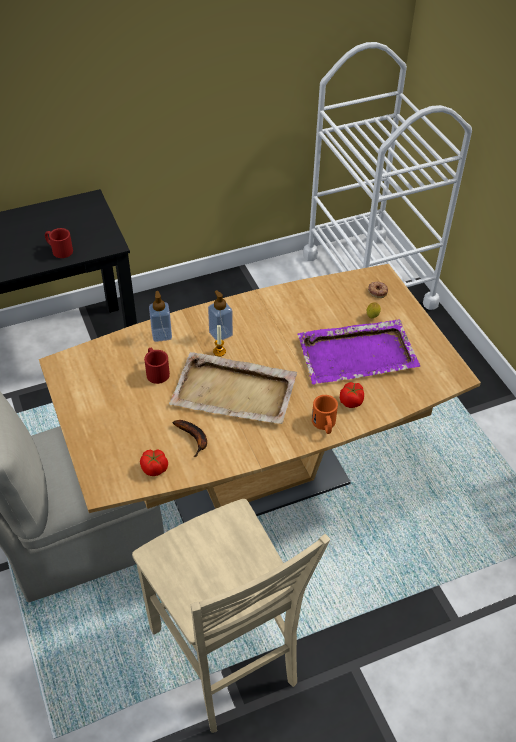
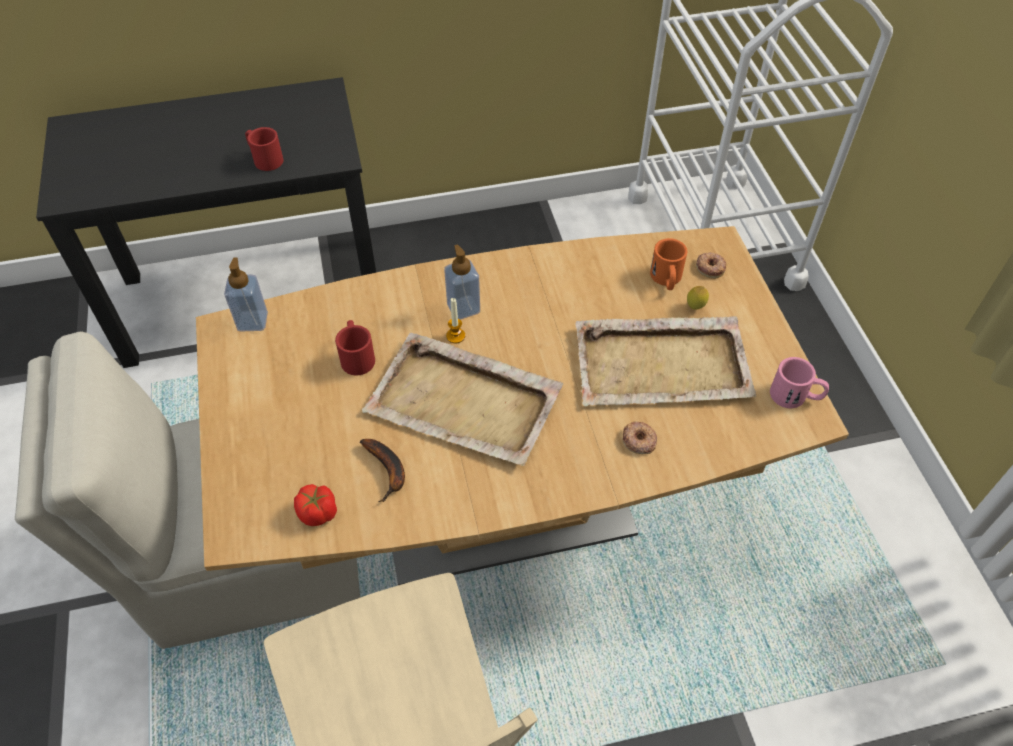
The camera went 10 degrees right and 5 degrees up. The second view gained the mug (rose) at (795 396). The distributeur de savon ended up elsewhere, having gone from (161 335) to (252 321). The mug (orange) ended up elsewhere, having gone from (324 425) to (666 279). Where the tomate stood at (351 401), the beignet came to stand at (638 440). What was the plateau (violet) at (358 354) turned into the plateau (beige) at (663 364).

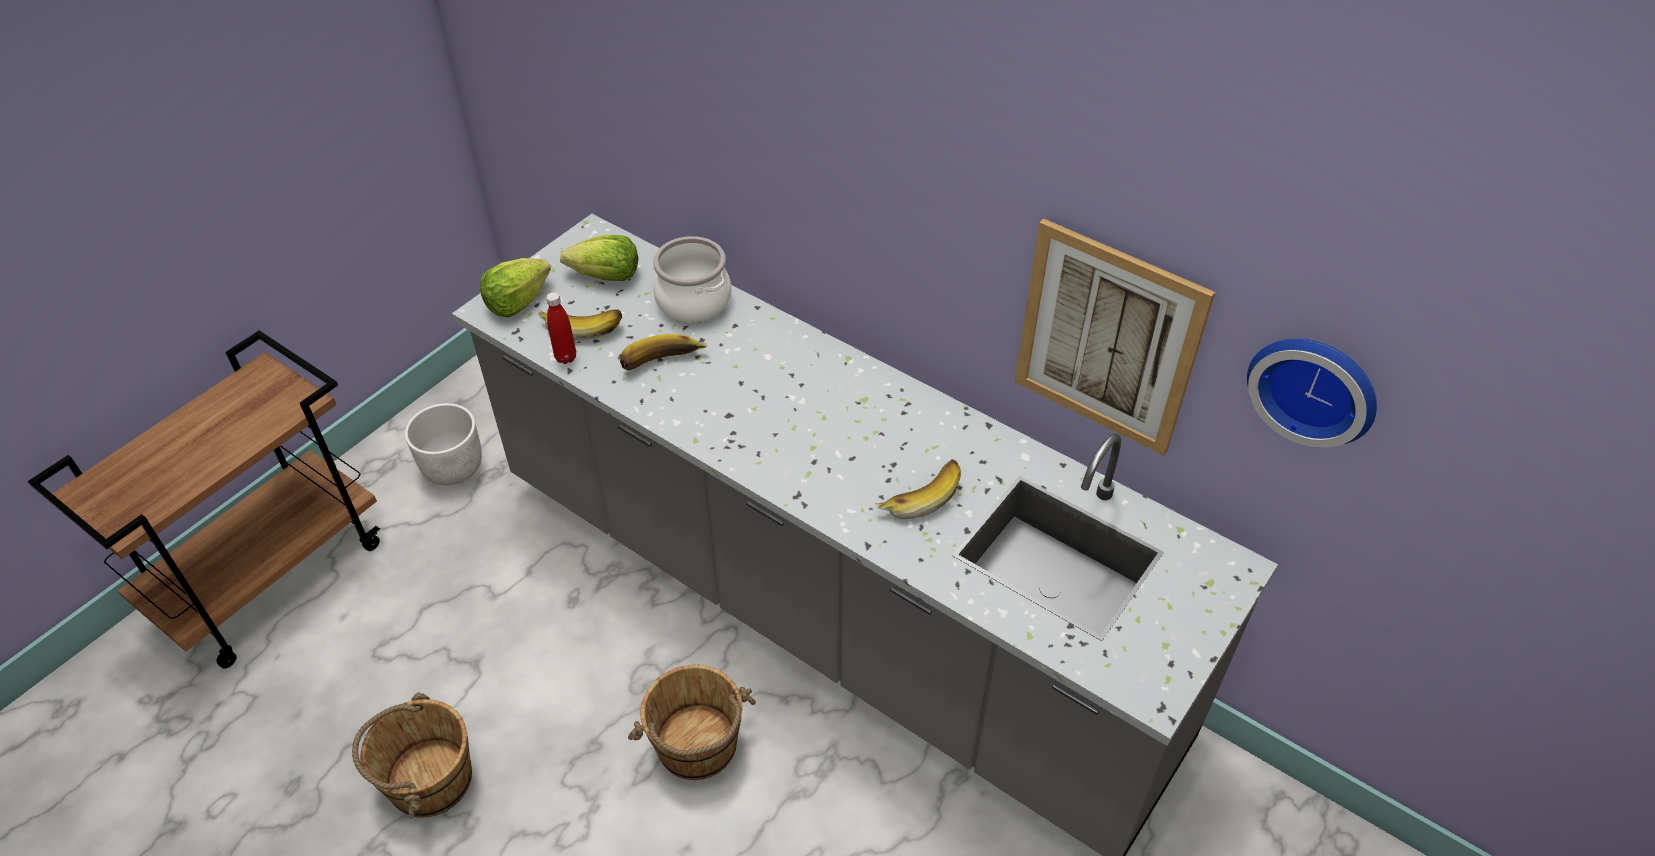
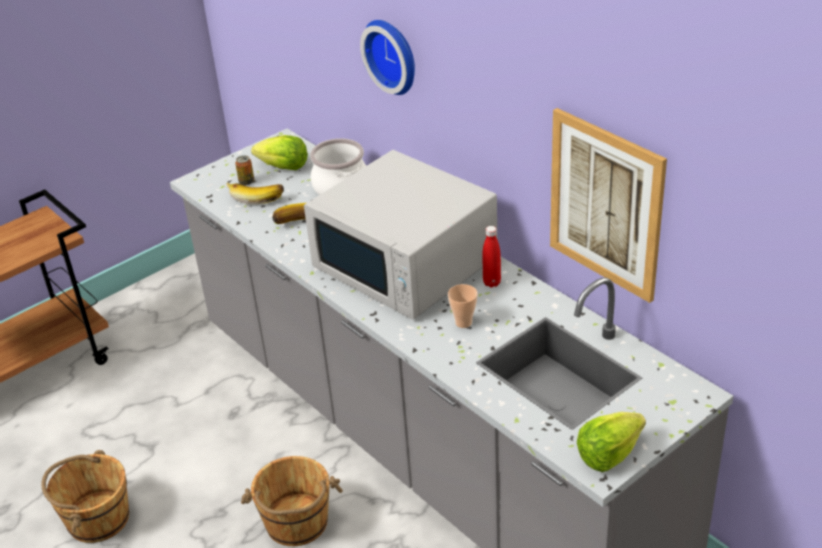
The camera went 15 degrees right and 10 degrees down. The second view lost the cache-pot (blanc) at (453 466). The second view gained the boîte métallique at (246 182). The second view gained the micro-ondes (blanc) at (405 264). The laitue ended up elsewhere, having gone from (517 302) to (608 454). The bouteille (rouge) ended up elsewhere, having gone from (566 357) to (492 283). The horloge murale ended up elsewhere, having gone from (1314 386) to (393 55). Where the banane stood at (918 496), the tasse came to stand at (463 322).

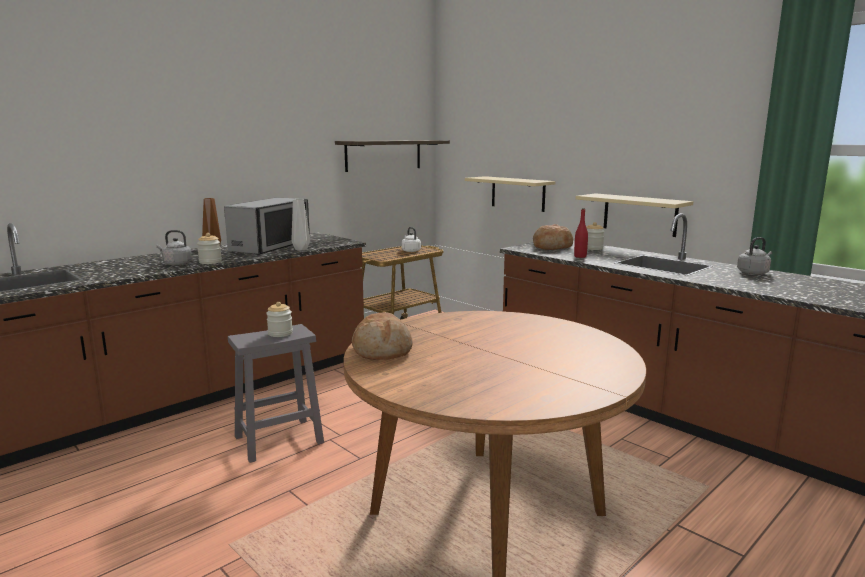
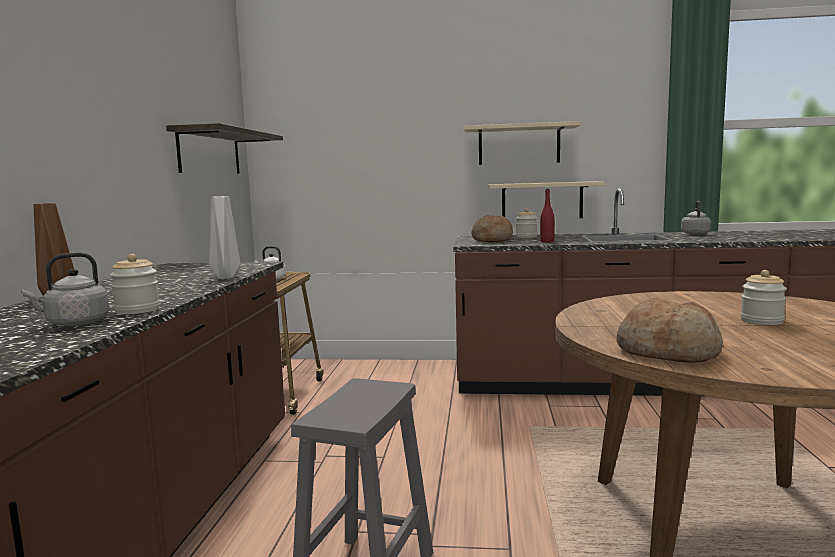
The camera went 40 degrees left and 5 degrees down. The second view lost the micro-ondes at (271 246). The bocal ended up elsewhere, having gone from (280 333) to (761 321). The étagère (beige) ended up elsewhere, having gone from (518 193) to (519 145).

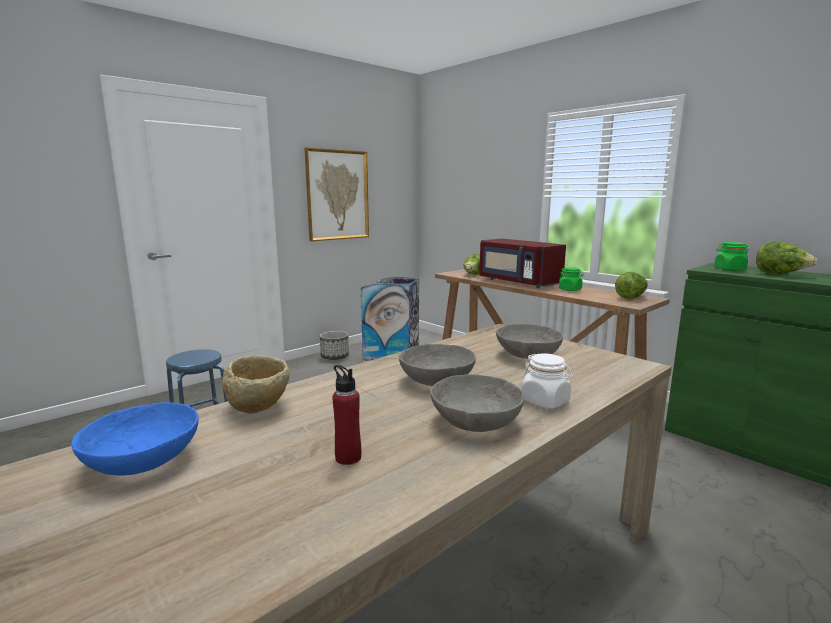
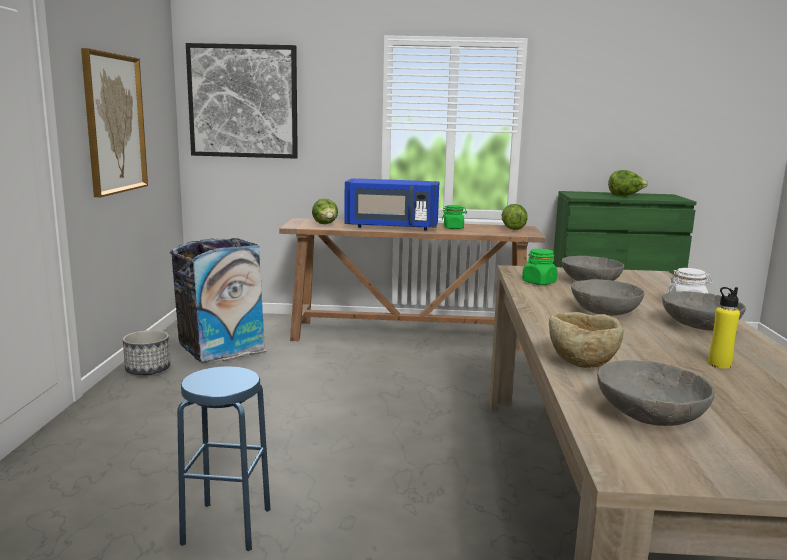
The camera went 45 degrees left and 0 degrees up. The second view gained the tableau at (243 101). The bocal (vert) ended up elsewhere, having gone from (729 269) to (539 282). What was the bol (bleu) at (144 461) turned into the bol (gris) at (650 415). What was the bouteille (rouge) at (348 457) turned into the bouteille (jaune) at (719 364). What was the micro-ondes (rouge) at (517 282) turned into the micro-ondes (bleu) at (391 227).

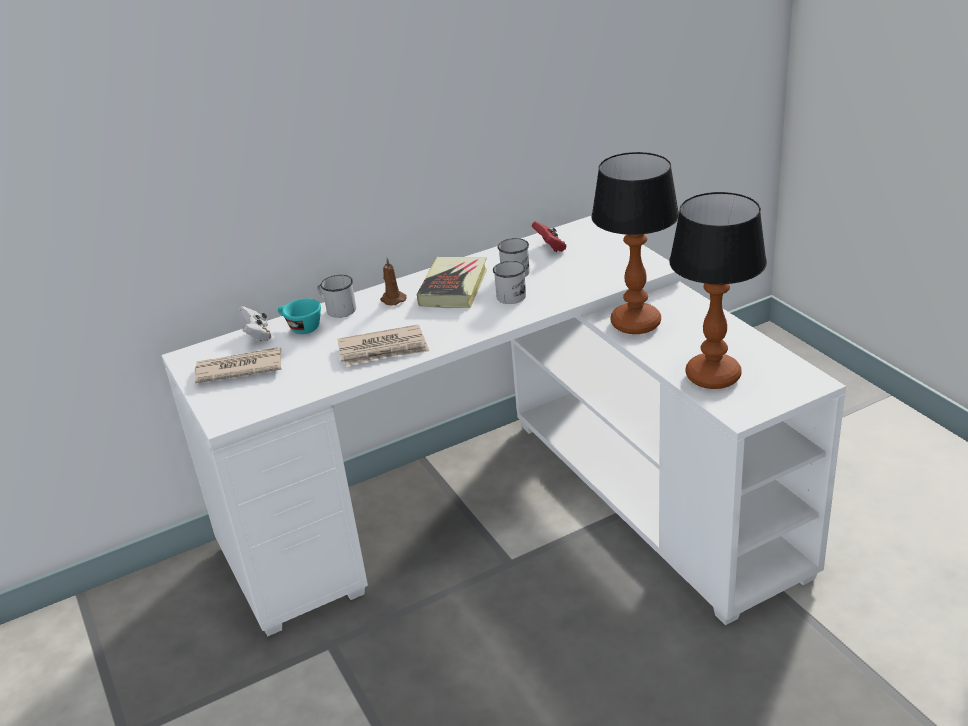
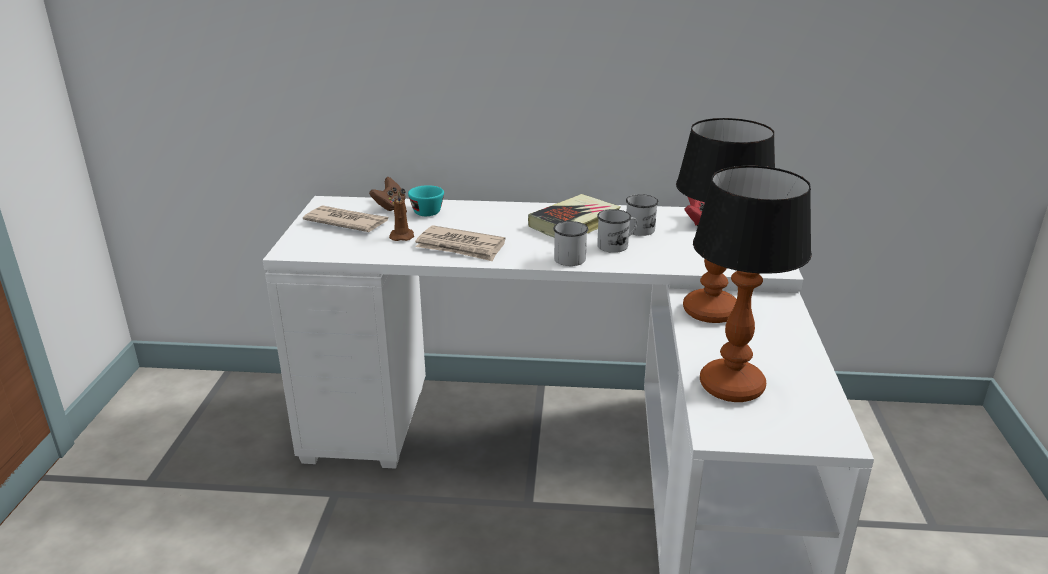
The camera went 30 degrees right and 5 degrees down. The mug (blanc) ended up elsewhere, having gone from (337 309) to (567 257). The bougie (marron) ended up elsewhere, having gone from (392 299) to (402 236). What was the manette (blanc) at (257 335) turned into the manette (marron) at (389 205).

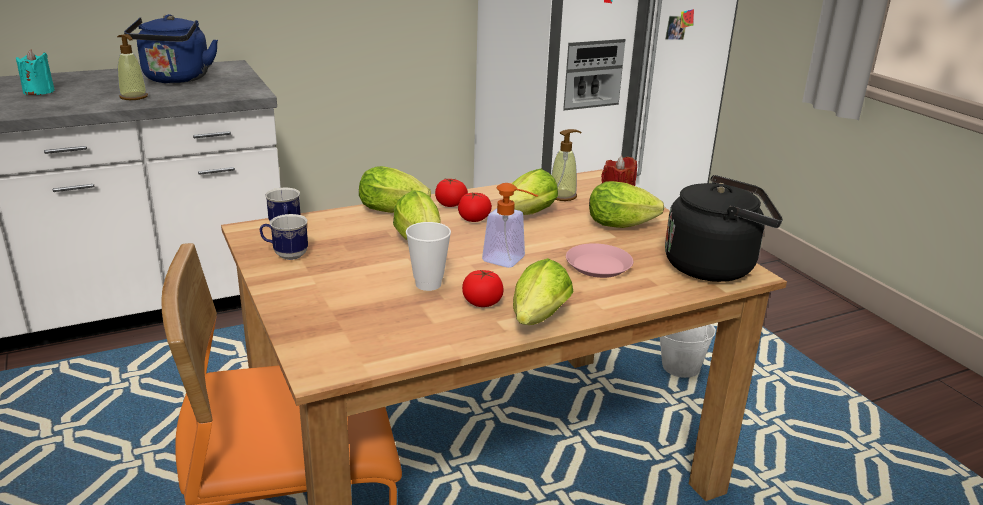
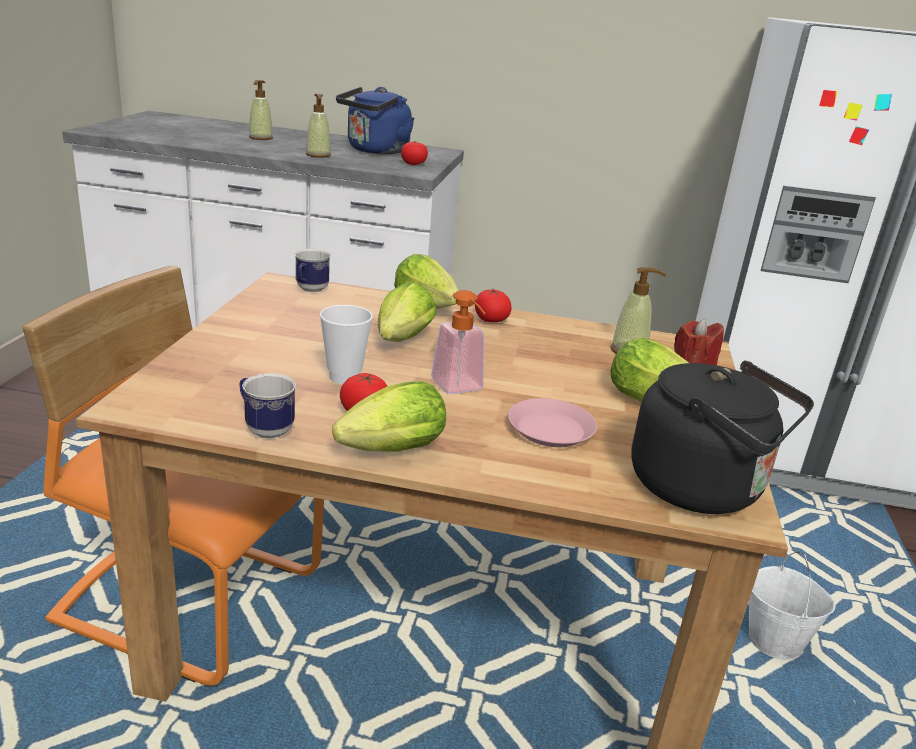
The camera went 35 degrees right and 0 degrees up. The second view lost the laitue at (526 216). The mug ended up elsewhere, having gone from (285 255) to (264 428). The tomate ended up elsewhere, having gone from (474 219) to (413 164). Where the bougie (turquoise) stood at (39 92), the distributeur de savon came to stand at (261 138).

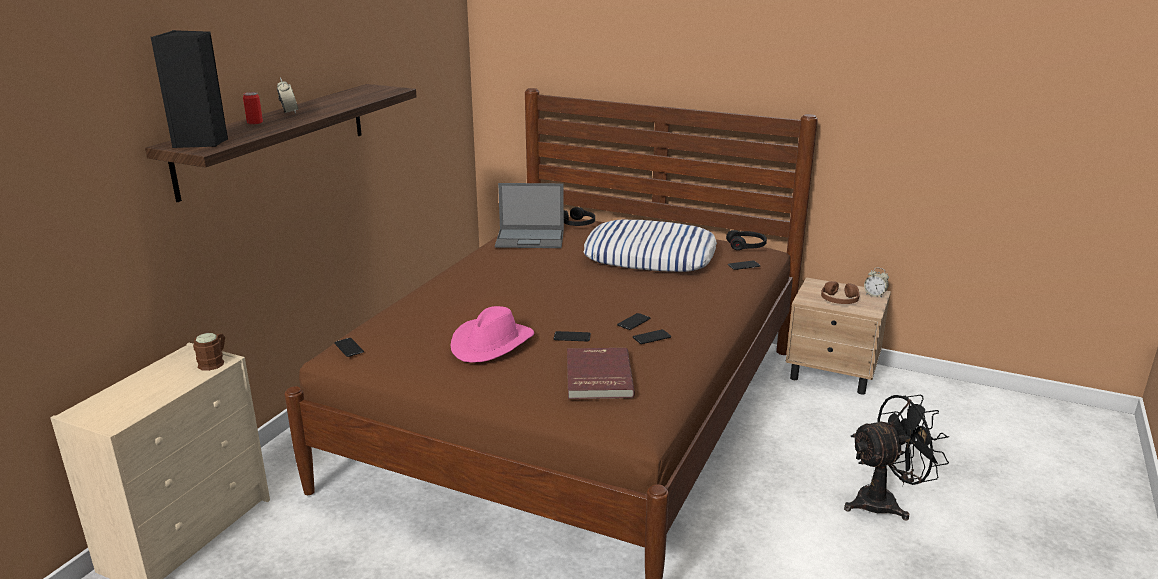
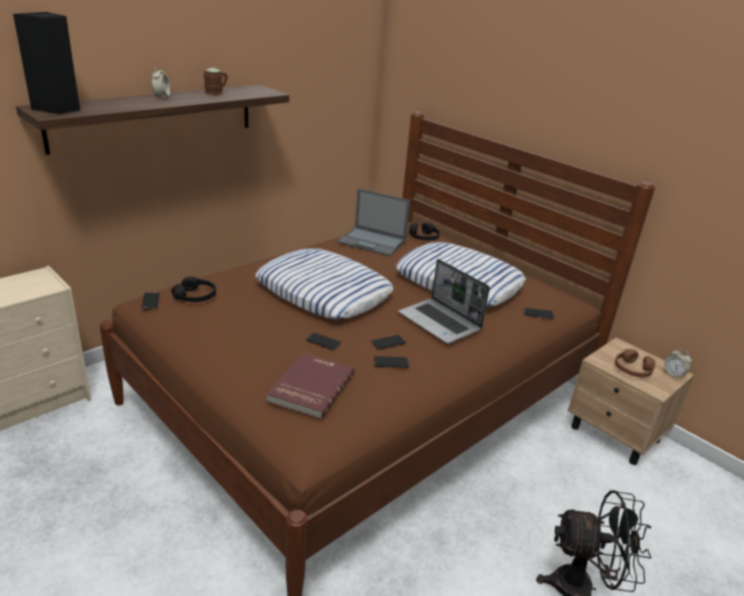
The camera went 20 degrees right and 5 degrees up. The second view lost the boîte métallique at (255 122). The second view lost the chapeau (rose) at (492 344). The second view gained the coussin at (324 292). The second view gained the ordinateur portable at (440 322). The mug (marron) ended up elsewhere, having gone from (214 362) to (217 92). The casque audio (noir) ended up elsewhere, having gone from (746 246) to (195 296).

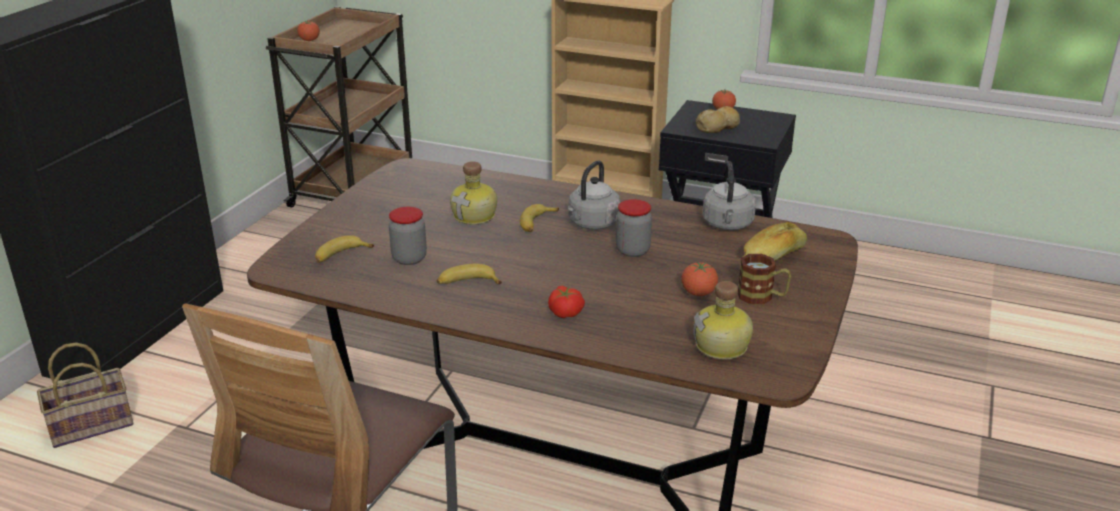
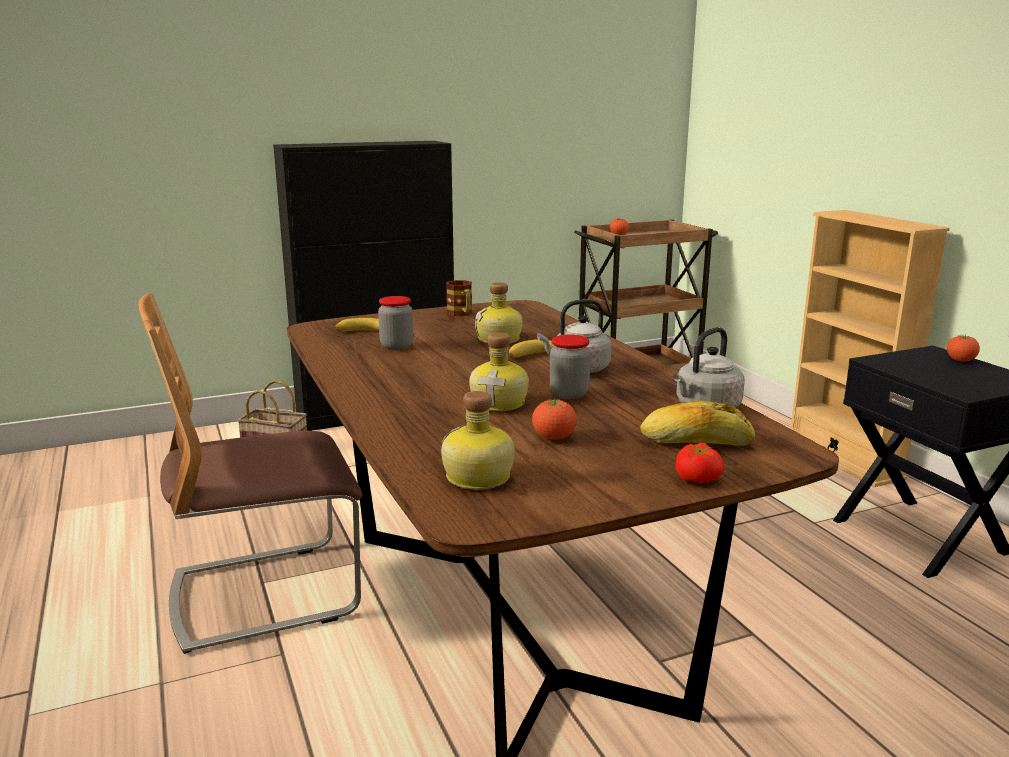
The camera went 45 degrees right and 10 degrees down. The second view lost the banane at (467 283). The second view lost the pain at (718 127). The second view gained the bouteille at (500 403). The tomate ended up elsewhere, having gone from (566 312) to (698 478). The mug ended up elsewhere, having gone from (762 297) to (461 314).

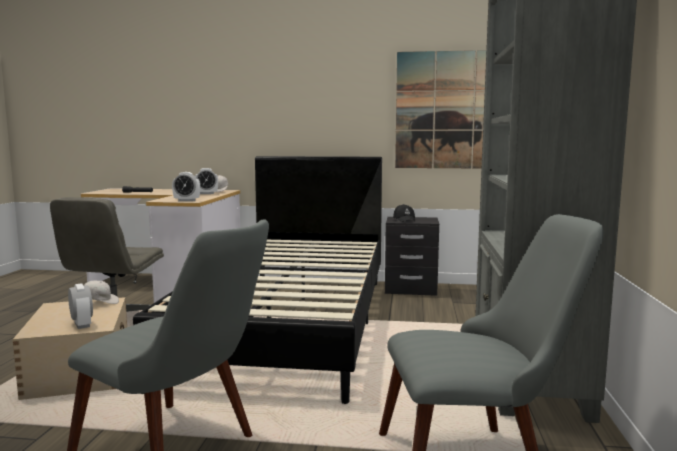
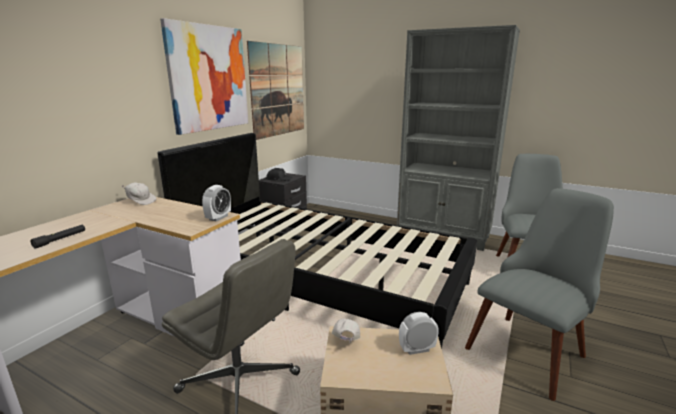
The camera went 70 degrees left and 10 degrees up. The second view lost the réveil at (206 193). The second view gained the tableau at (209 78).

